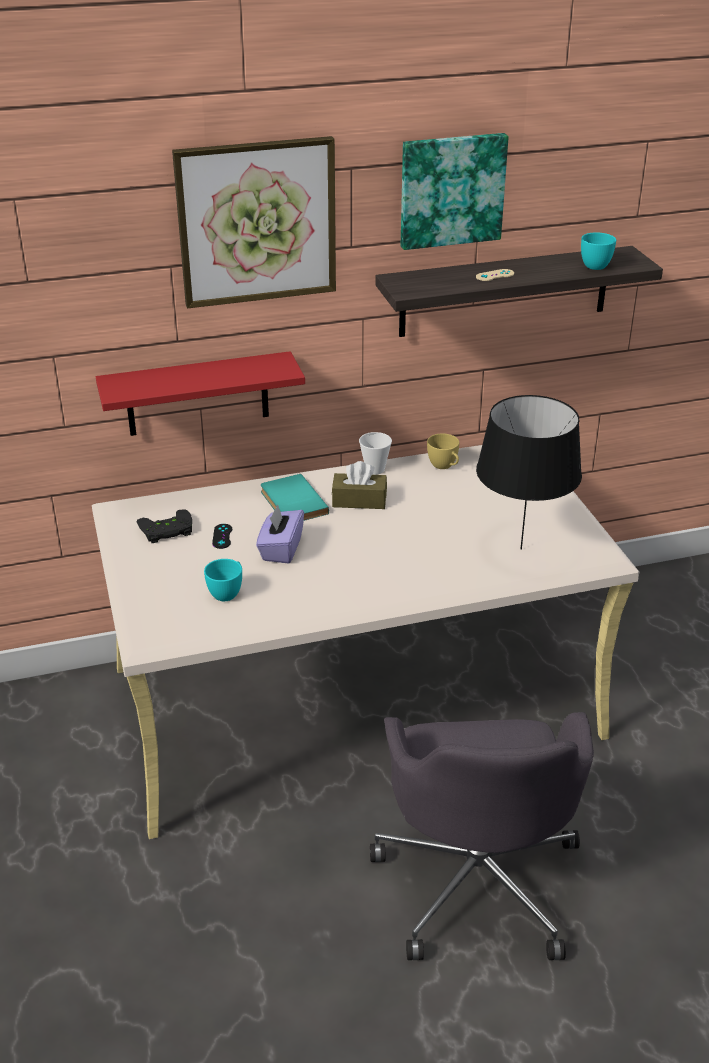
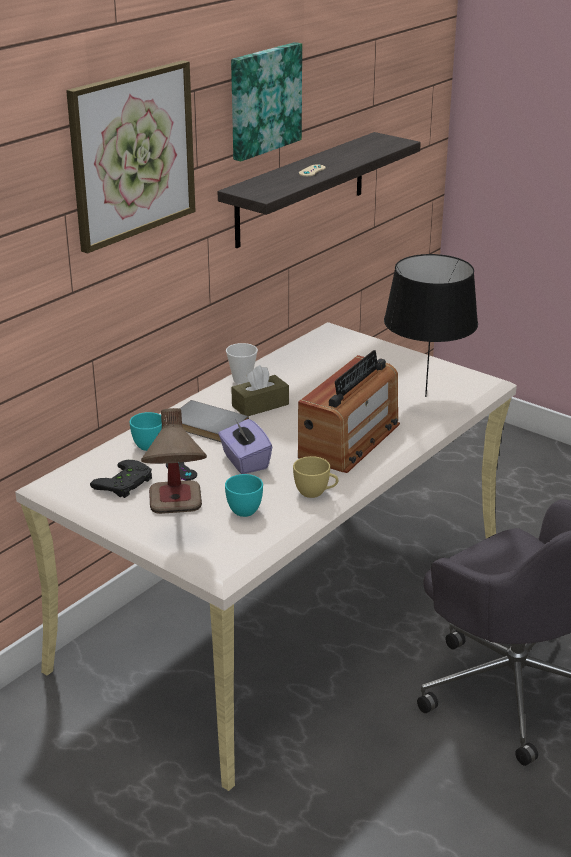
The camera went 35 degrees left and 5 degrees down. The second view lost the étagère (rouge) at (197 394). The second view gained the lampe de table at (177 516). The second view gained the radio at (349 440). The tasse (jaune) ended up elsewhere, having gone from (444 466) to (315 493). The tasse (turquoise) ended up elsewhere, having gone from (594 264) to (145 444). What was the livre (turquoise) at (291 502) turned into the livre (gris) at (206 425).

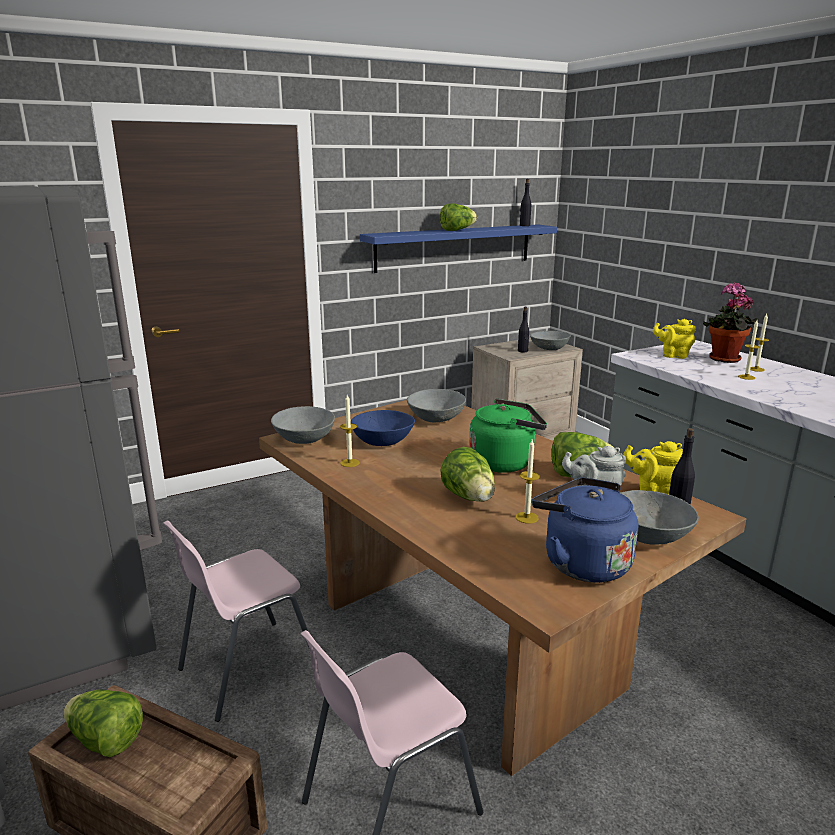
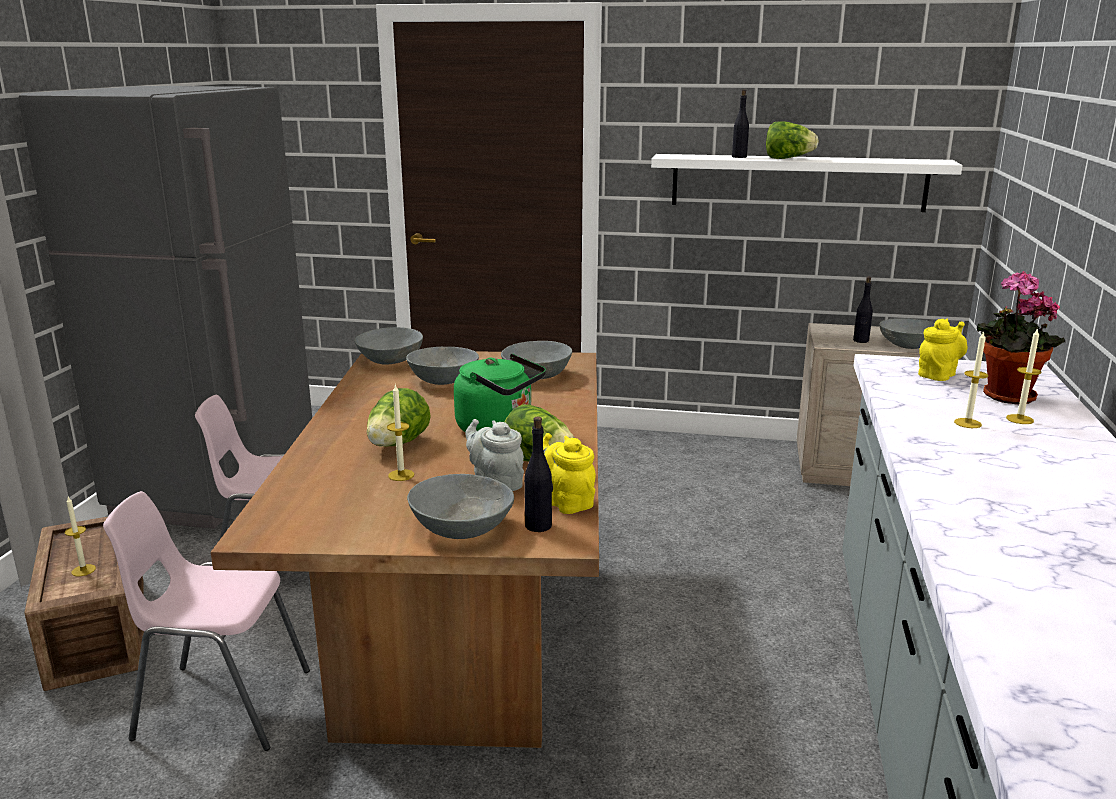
The camera went 40 degrees right and 0 degrees up. The second view lost the laitue at (106 740). The second view lost the bouilloire (bleu) at (581 562). The bougie ended up elsewhere, having gone from (349 463) to (83 570). The bouteille (noir) ended up elsewhere, having gone from (524 225) to (739 157). What was the bol (bleu) at (383 441) turned into the bol (gris) at (443 381). What was the étagère (bleu) at (454 247) turned into the étagère (blanc) at (797 182). The théière (jaune) at (673 355) ended up facing another way, 75 degrees clockwise from before.

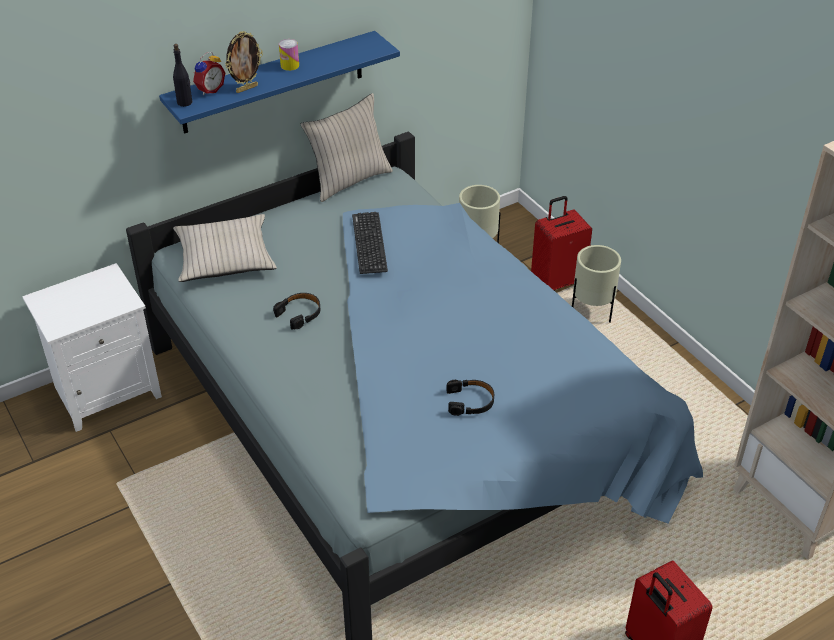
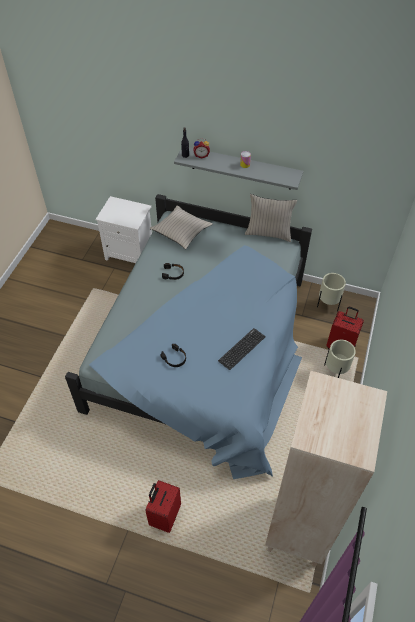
The camera went 50 degrees right and 10 degrees up. The second view lost the cadre photo at (246 88). The clavier ended up elsewhere, having gone from (369 243) to (242 349). What was the étagère (bleu) at (273 82) turned into the étagère (gris) at (241 168).

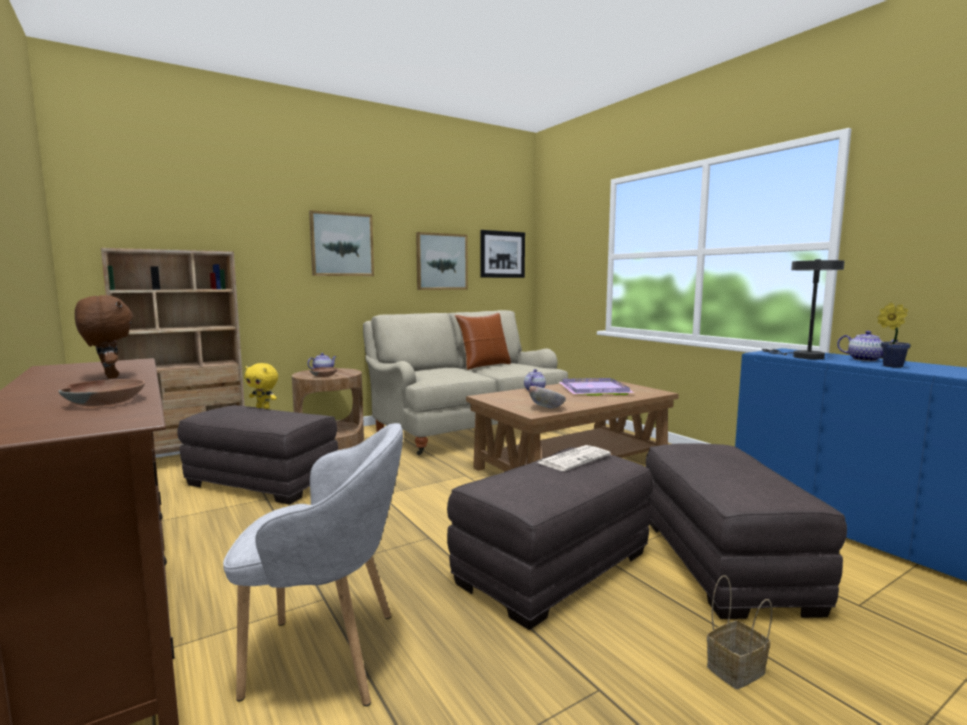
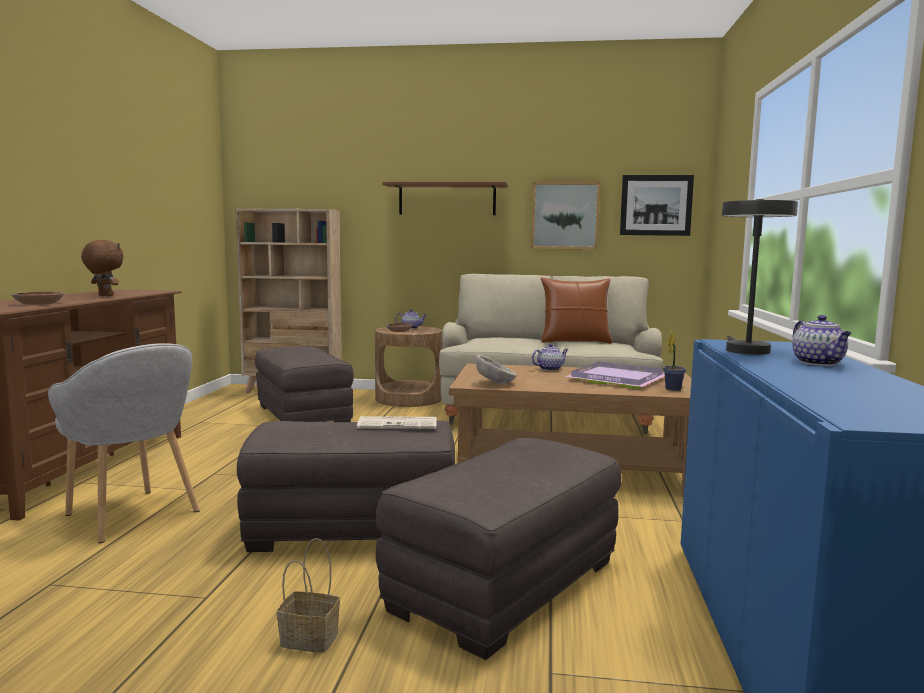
The camera went 40 degrees right and 0 degrees up. The second view lost the peluche (jaune) at (263 407). The plante en pot ended up elsewhere, having gone from (890 366) to (672 388). Where the tableau hung at (342 244), the étagère (marron) came to hang at (447 199). The peluche (marron) at (109 377) ended up facing another way, 60 degrees counterclockwise from before.

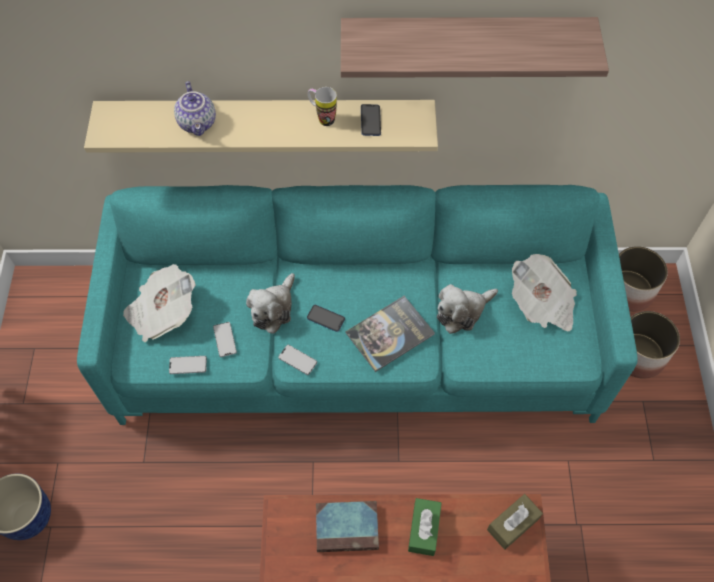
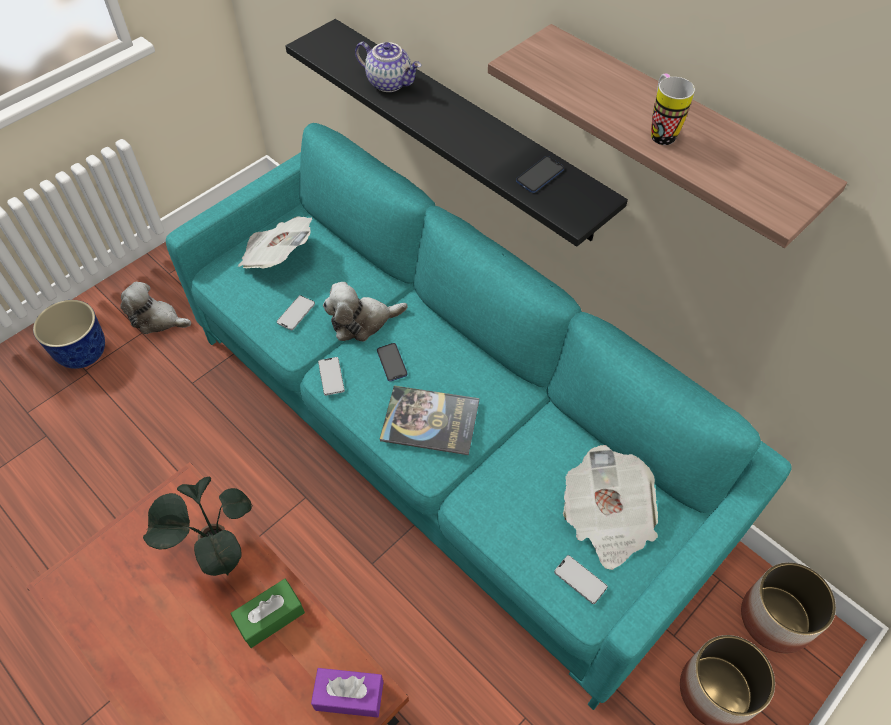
The camera went 45 degrees right and 5 degrees down. The téléphone ended up elsewhere, having gone from (188 365) to (580 580). The mug ended up elsewhere, having gone from (322 118) to (660 131). The peluche ended up elsewhere, having gone from (462 312) to (157 320). Where the livre stood at (348 527), the plante en pot came to stand at (216 551). What was the étagère (beige) at (266 120) turned into the étagère (noir) at (466 129). What was the boîte à mouchoirs (marron) at (513 524) turned into the boîte à mouchoirs (violet) at (349 696). The théière at (198 123) ended up facing another way, 90 degrees counterclockwise from before.

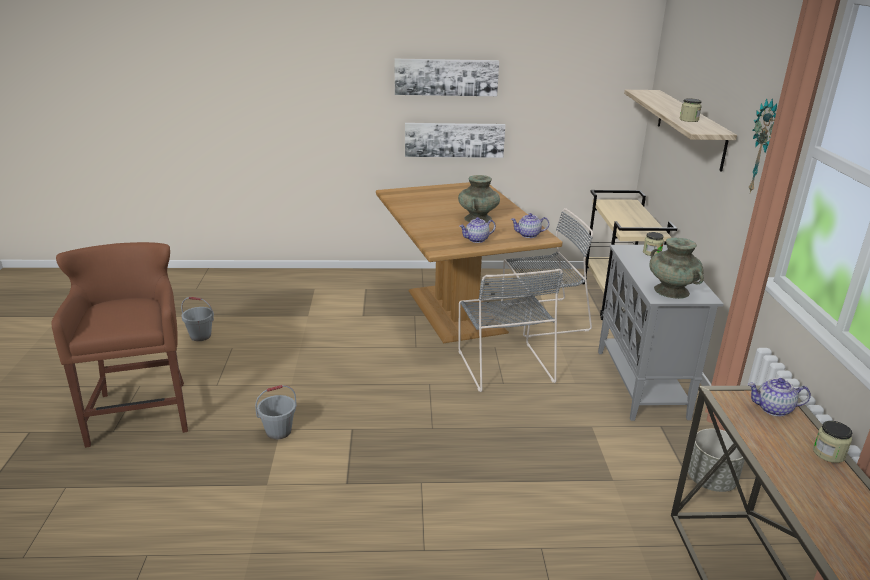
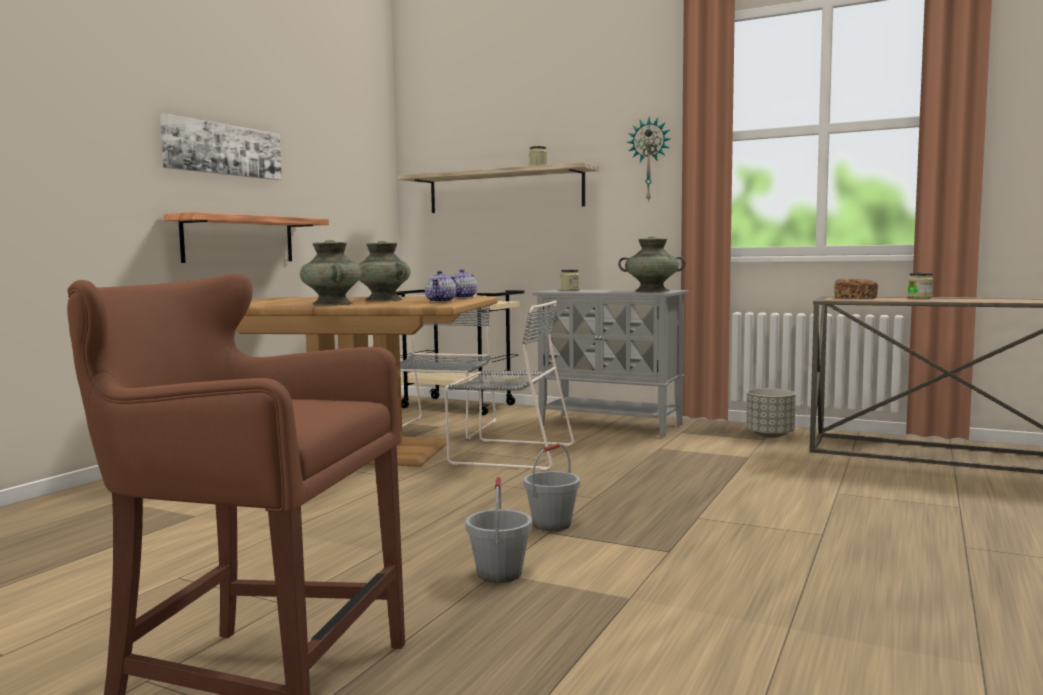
The camera went 60 degrees left and 20 degrees down. The second view gained the vase (turquoise) at (332 304). The seau (gris) ended up elsewhere, having gone from (201 336) to (551 524). Where the tableau hung at (454 139), the étagère came to hang at (239 239). Where the théière stood at (773 409), the pain came to stand at (855 298).

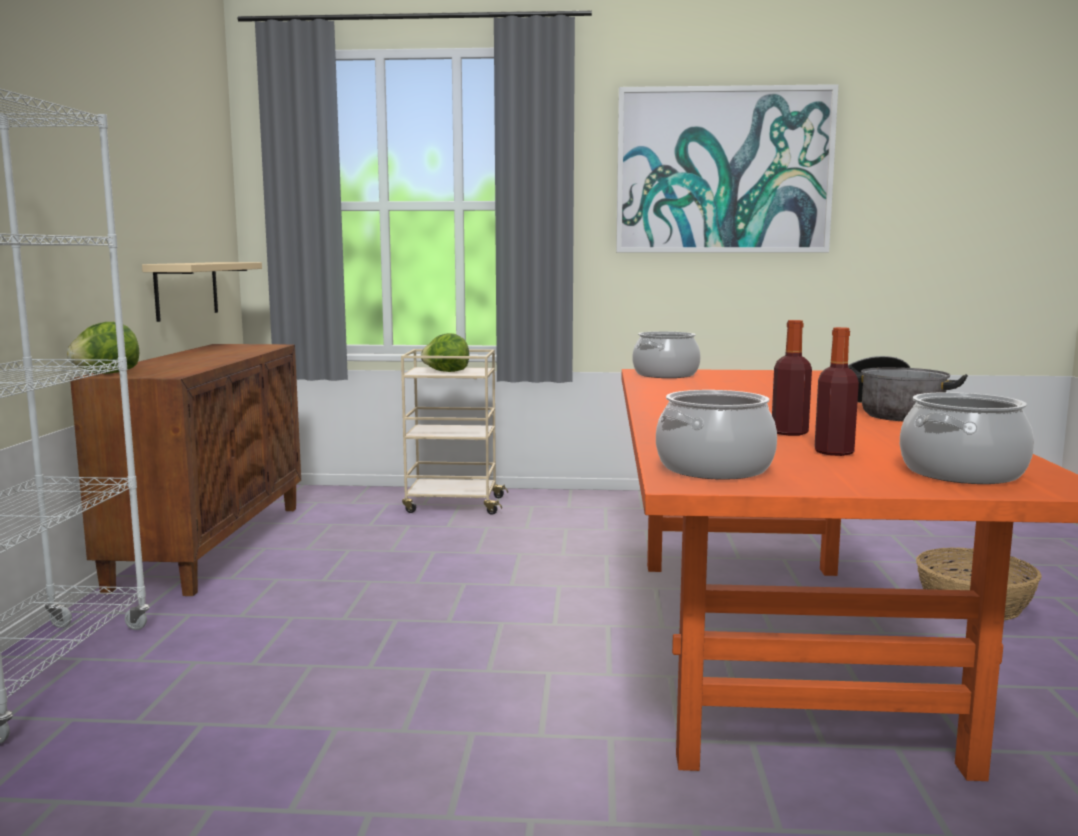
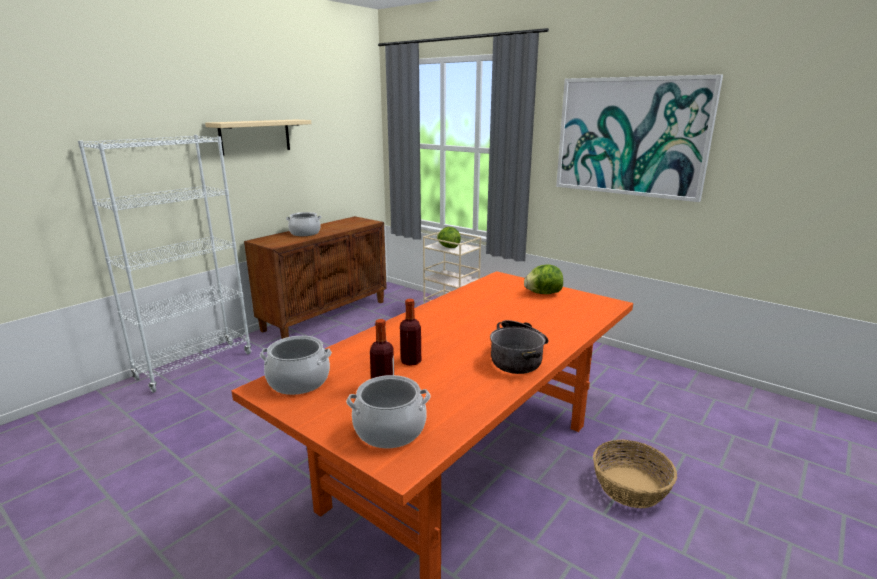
The camera went 35 degrees right and 10 degrees up. The laitue ended up elsewhere, having gone from (106 373) to (543 293). The étagère (beige) ended up elsewhere, having gone from (186 290) to (255 136). The marmite ended up elsewhere, having gone from (666 375) to (305 233).

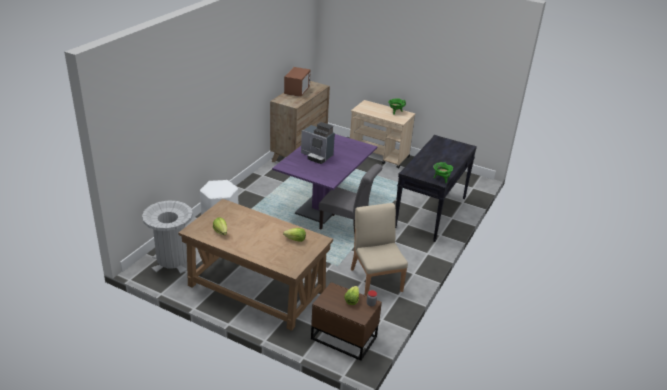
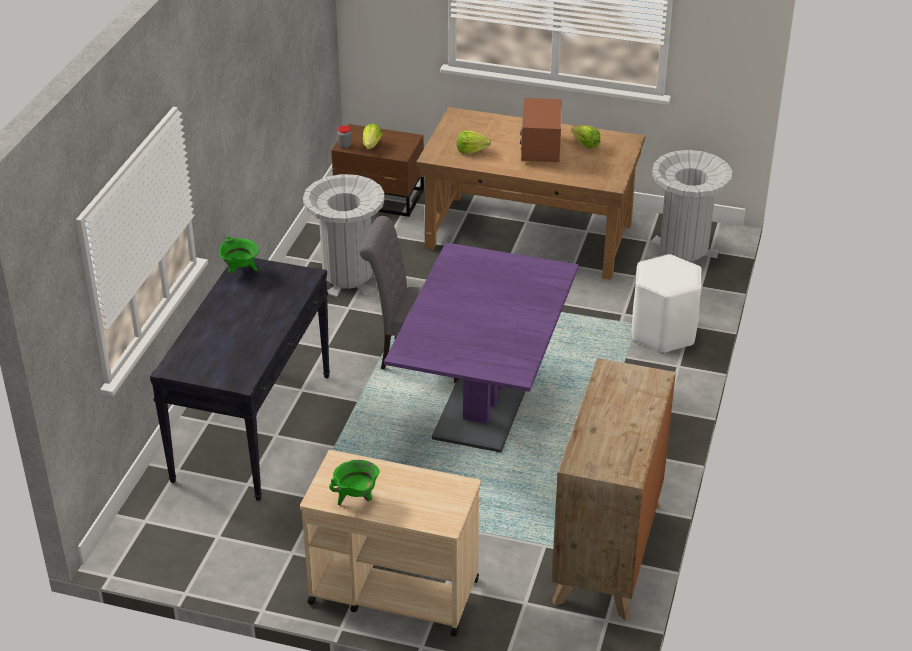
The camera went 170 degrees right and 5 degrees up. The second view lost the machine à café at (317 156). The micro-ondes ended up elsewhere, having gone from (297 91) to (540 149). Where the chaise (beige) stood at (376 279), the poubelle (gris) came to stand at (348 277).

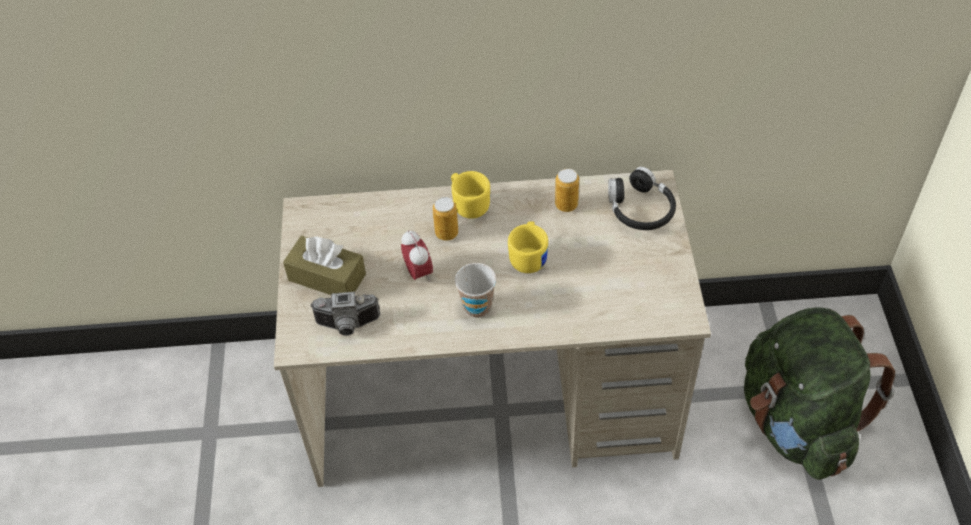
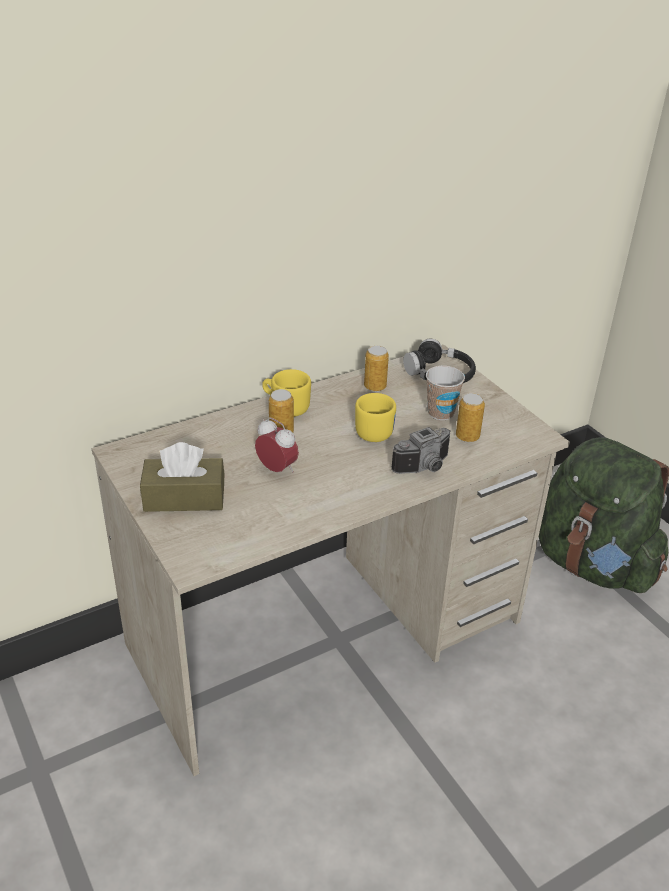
The camera went 30 degrees left and 15 degrees down. The second view gained the boîte métallique at (467 437). The appareil photo ended up elsewhere, having gone from (348 326) to (425 468). The tasse ended up elsewhere, having gone from (477 307) to (441 413).

